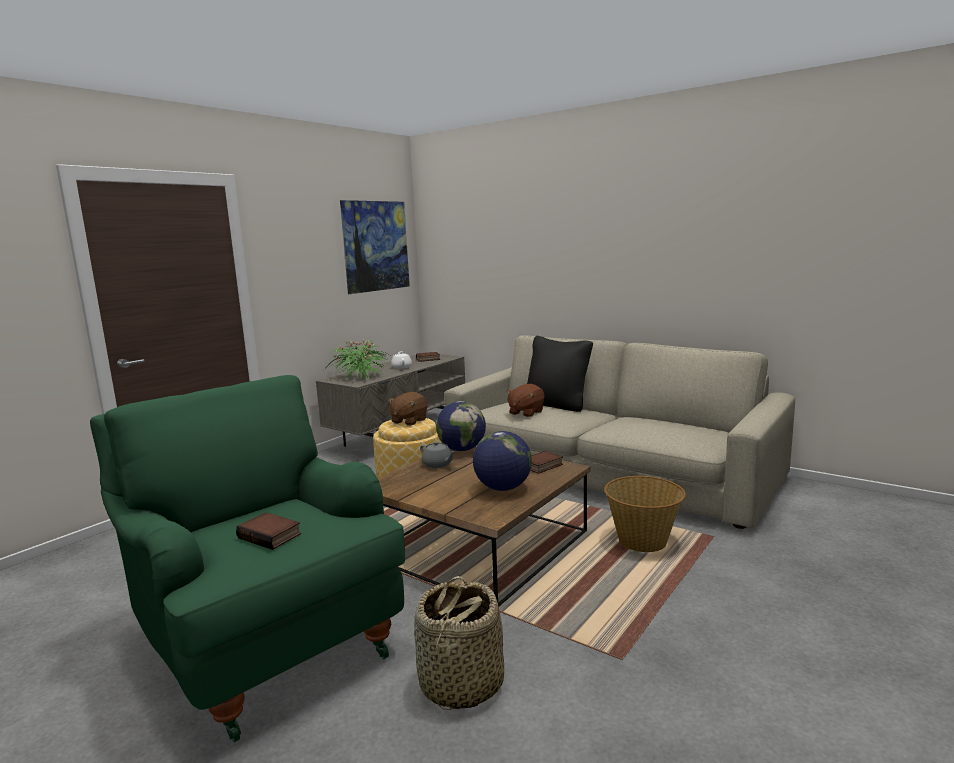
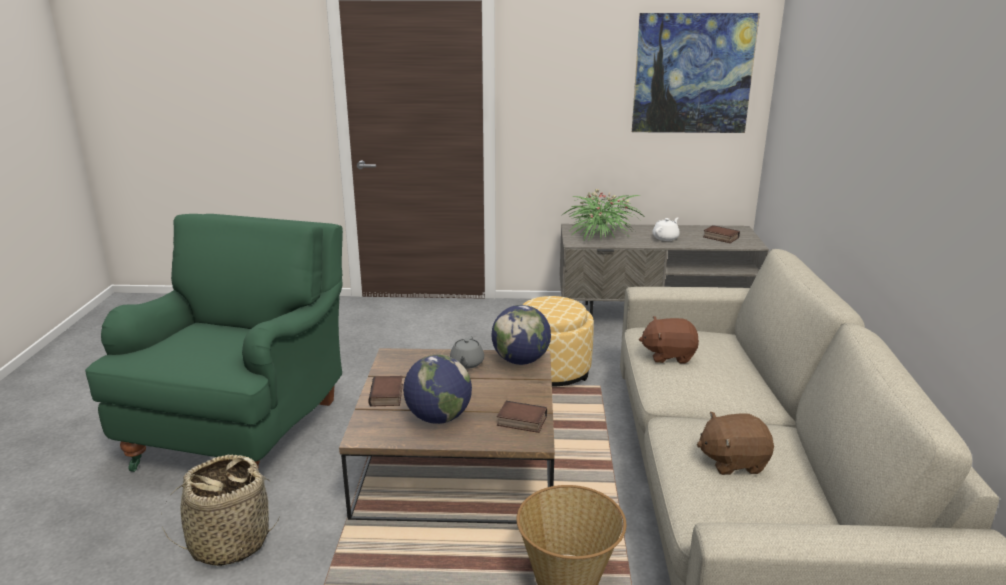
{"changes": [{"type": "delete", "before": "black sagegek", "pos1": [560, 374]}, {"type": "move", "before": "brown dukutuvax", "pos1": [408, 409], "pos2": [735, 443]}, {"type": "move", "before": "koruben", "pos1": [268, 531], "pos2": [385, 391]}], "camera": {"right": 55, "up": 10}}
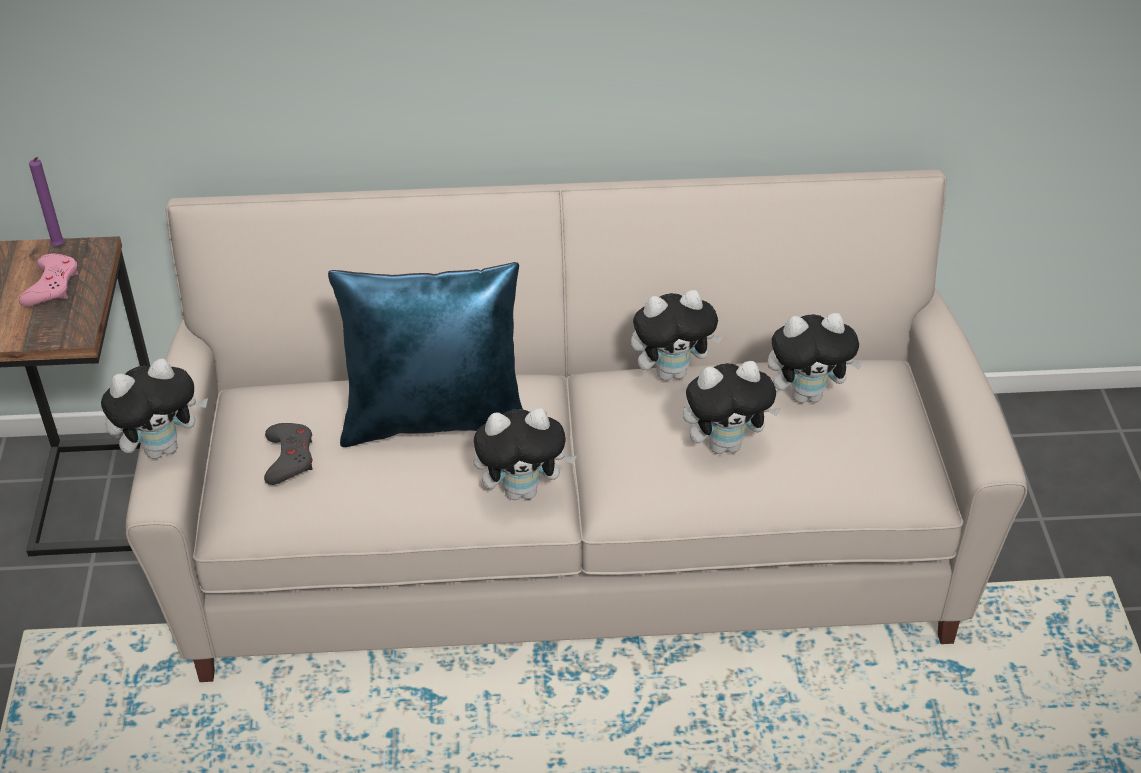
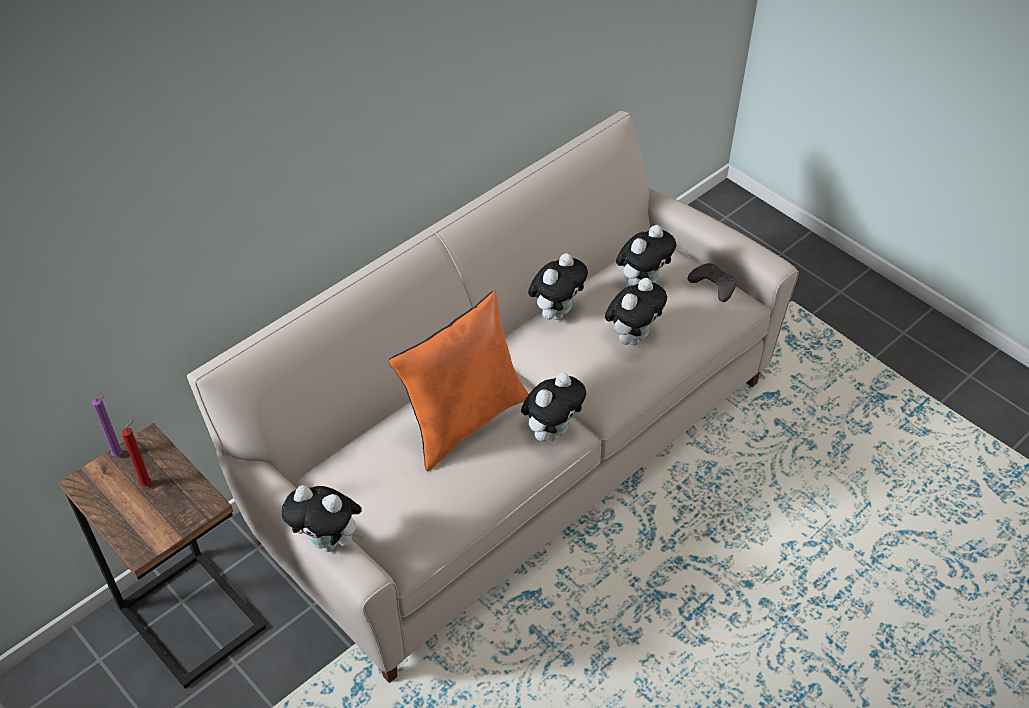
{"changes": [{"type": "replace", "before": "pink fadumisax", "after": "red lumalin", "pos1": [48, 280], "pos2": [136, 453]}, {"type": "recolor", "before": "blue sagegek", "after": "orange sagegek", "pos1": [425, 354], "pos2": [459, 381]}, {"type": "rotate", "before": "dukutuvax", "pos1": [154, 409], "pos2": [322, 518], "turn": 90}, {"type": "move", "before": "grey fadumisax", "pos1": [288, 454], "pos2": [712, 282]}], "camera": {"right": -40, "up": 5}}
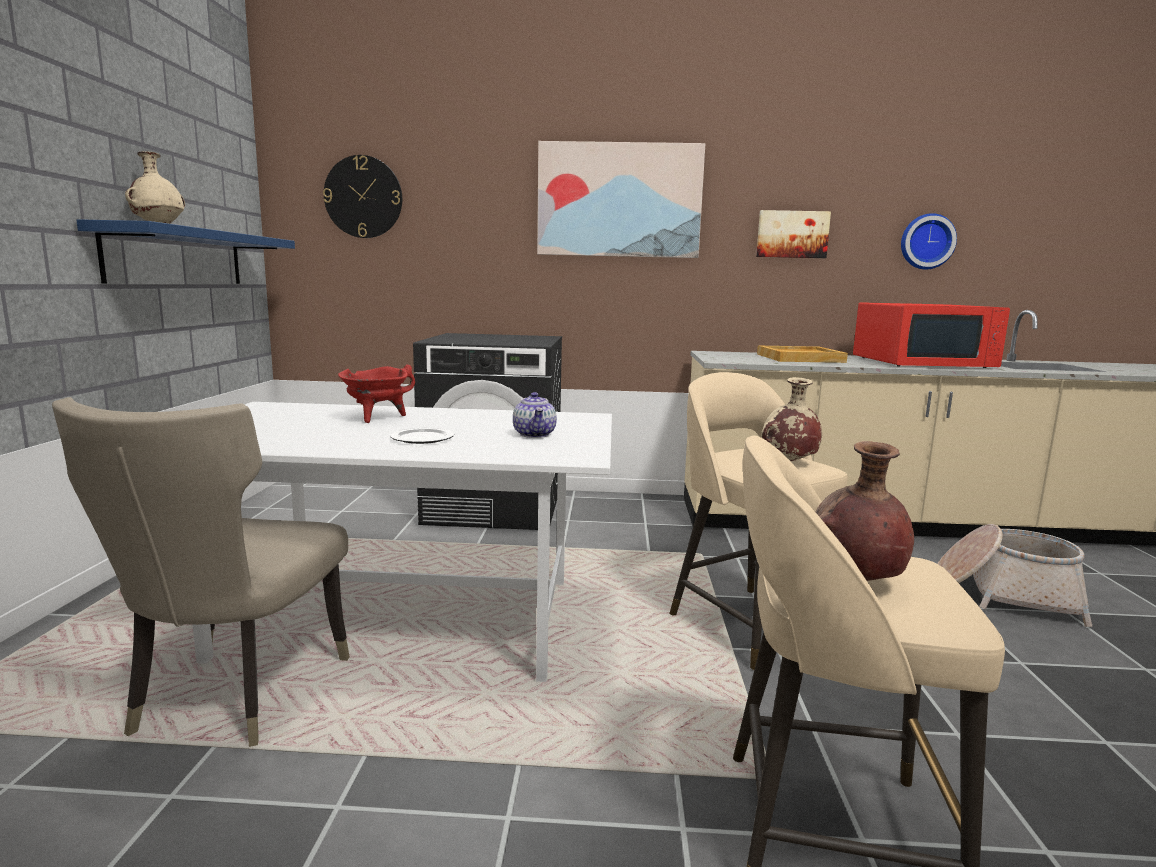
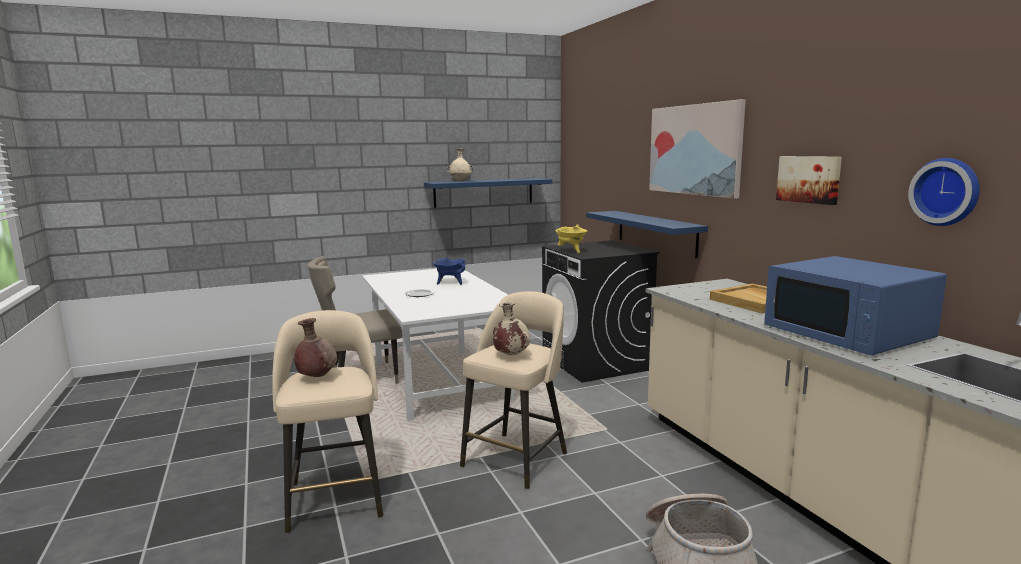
{"changes": [{"type": "delete", "before": "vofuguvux", "pos1": [362, 196]}, {"type": "recolor", "before": "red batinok", "after": "blue batinok", "pos1": [931, 335], "pos2": [855, 306]}, {"type": "recolor", "before": "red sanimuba", "after": "blue sanimuba", "pos1": [376, 394], "pos2": [448, 271]}, {"type": "delete", "before": "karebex", "pos1": [535, 415]}, {"type": "insert", "after": "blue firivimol", "pos2": [647, 234]}, {"type": "insert", "after": "yellow sanimuba", "pos2": [571, 238]}], "camera": {"right": 65, "up": 0}}
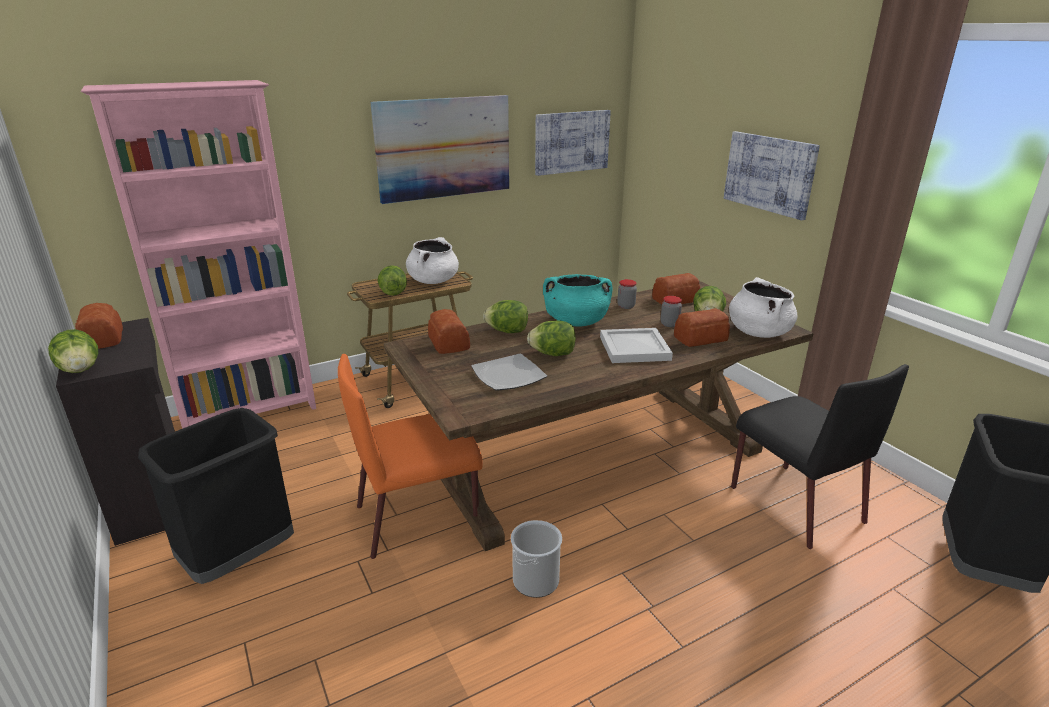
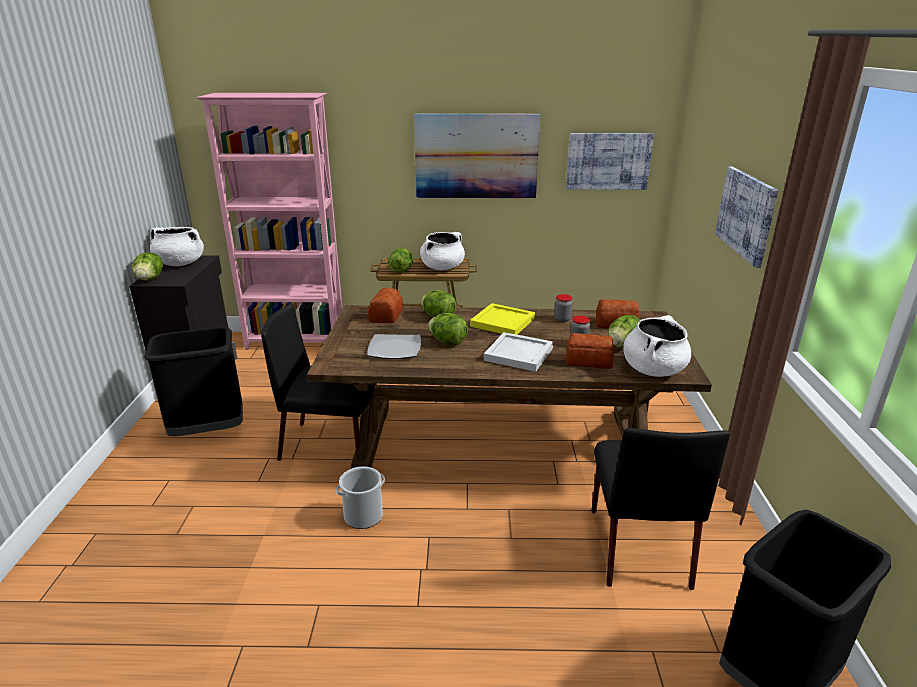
{"changes": [{"type": "replace", "before": "turquoise sanimuba", "after": "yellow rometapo", "pos1": [577, 300], "pos2": [502, 318]}, {"type": "replace", "before": "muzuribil", "after": "white sanimuba", "pos1": [99, 326], "pos2": [177, 246]}, {"type": "recolor", "before": "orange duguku", "after": "black duguku", "pos1": [410, 456], "pos2": [319, 382]}], "camera": {"right": 30, "up": 0}}
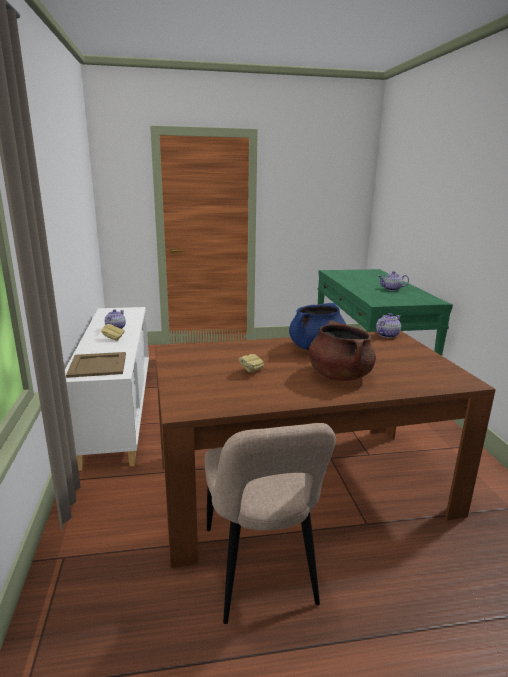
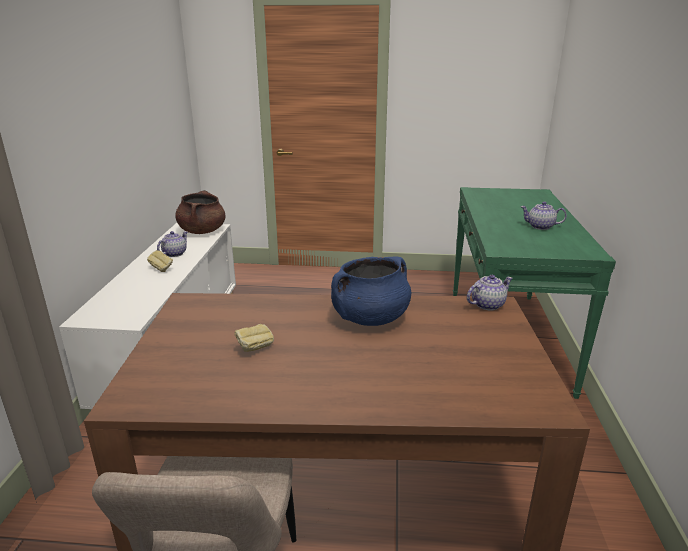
{"changes": [{"type": "move", "before": "brown sanimuba", "pos1": [342, 350], "pos2": [200, 212]}, {"type": "delete", "before": "beige rometapo", "pos1": [96, 365]}], "camera": {"right": 15, "up": 5}}
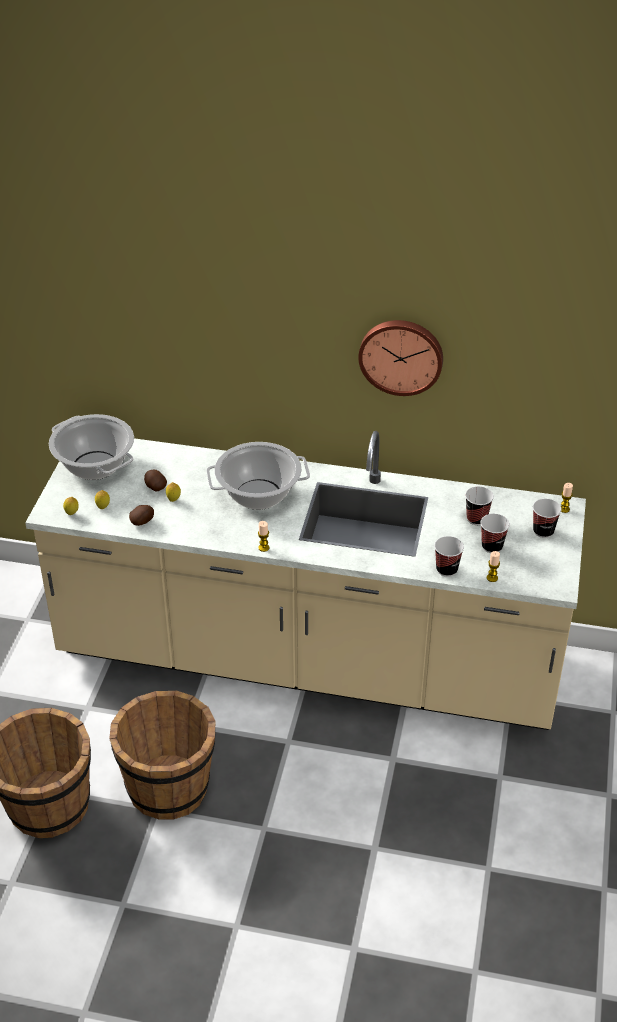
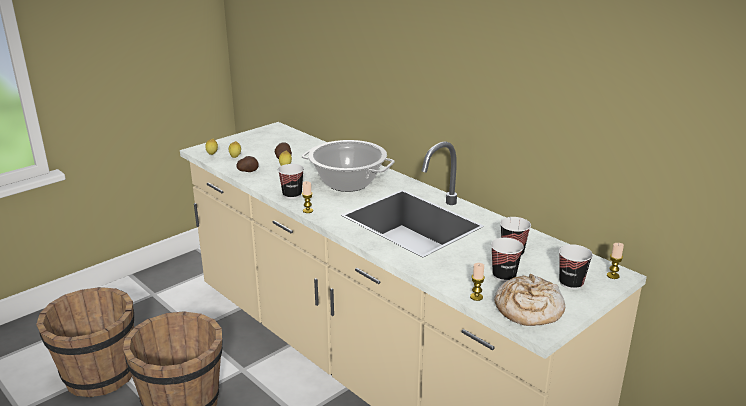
{"changes": [{"type": "delete", "before": "vofuguvux", "pos1": [400, 358]}, {"type": "delete", "before": "sanimuba", "pos1": [91, 447]}, {"type": "move", "before": "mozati", "pos1": [449, 556], "pos2": [291, 181]}, {"type": "insert", "after": "muzuribil", "pos2": [529, 300]}], "camera": {"right": 35, "up": -15}}
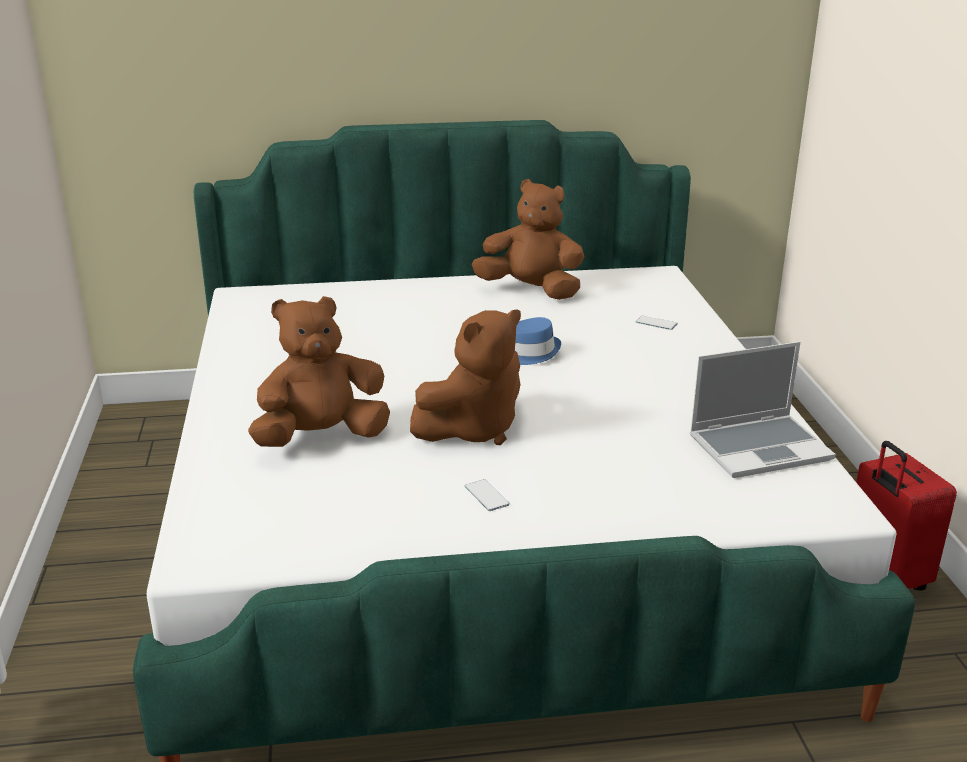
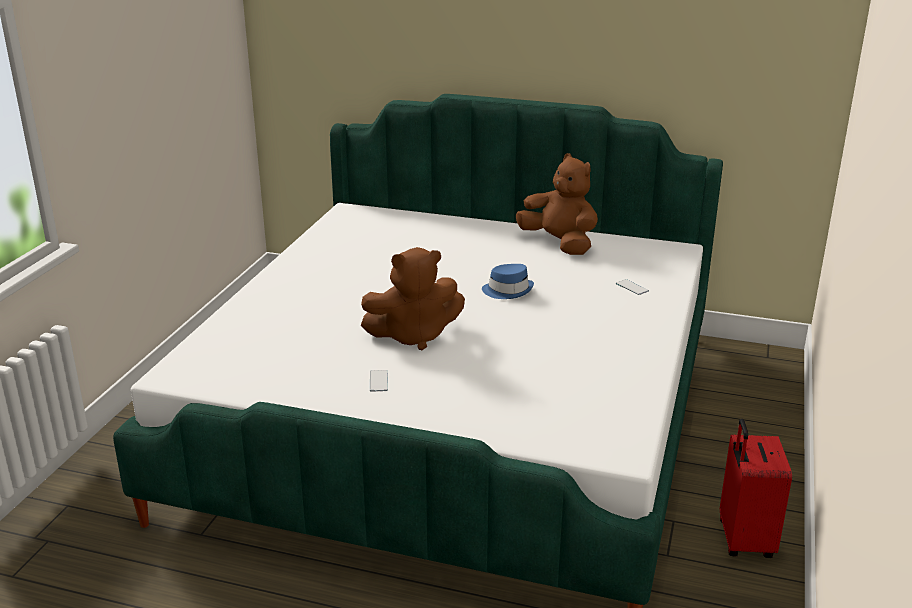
{"changes": [{"type": "delete", "before": "brown dukutuvax", "pos1": [319, 371]}, {"type": "delete", "before": "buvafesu", "pos1": [763, 410]}], "camera": {"right": 25, "up": 0}}
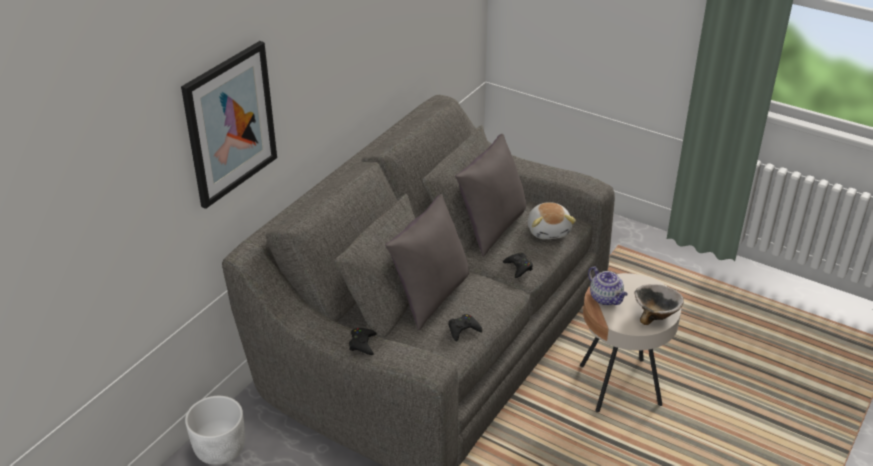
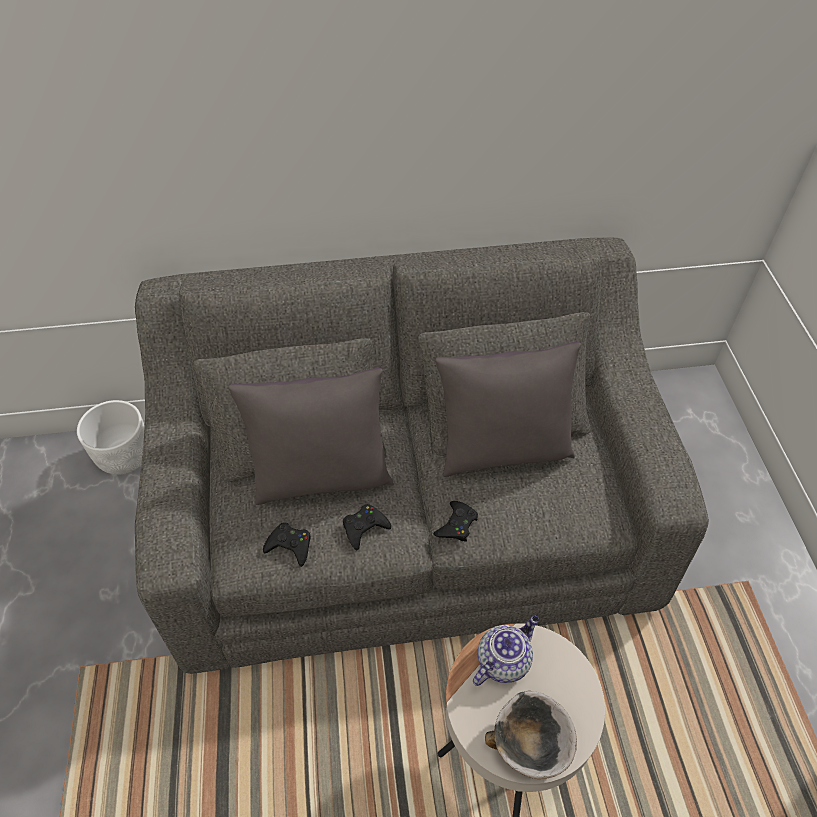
{"changes": [{"type": "delete", "before": "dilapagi", "pos1": [229, 125]}, {"type": "delete", "before": "dukutuvax", "pos1": [552, 220]}, {"type": "rotate", "before": "karebex", "pos1": [608, 285], "pos2": [506, 651], "turn": -150}, {"type": "move", "before": "black fadumisax", "pos1": [363, 341], "pos2": [367, 527]}], "camera": {"right": 50, "up": 15}}
